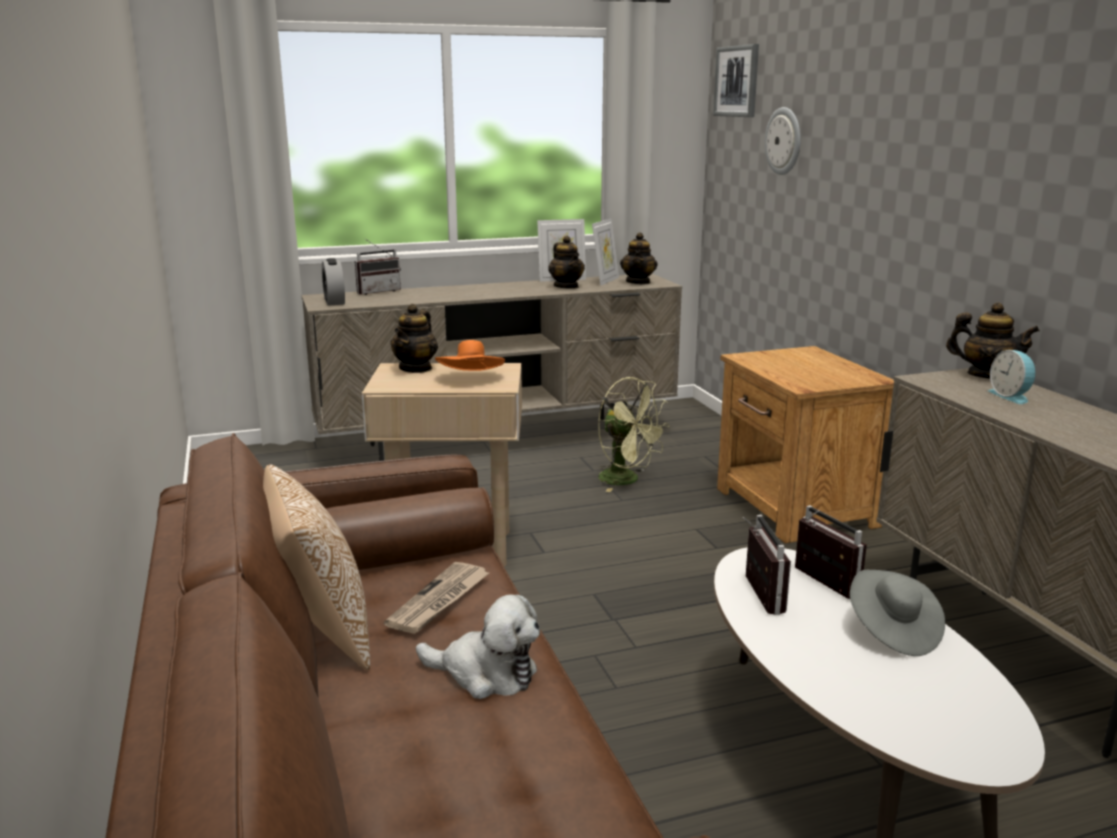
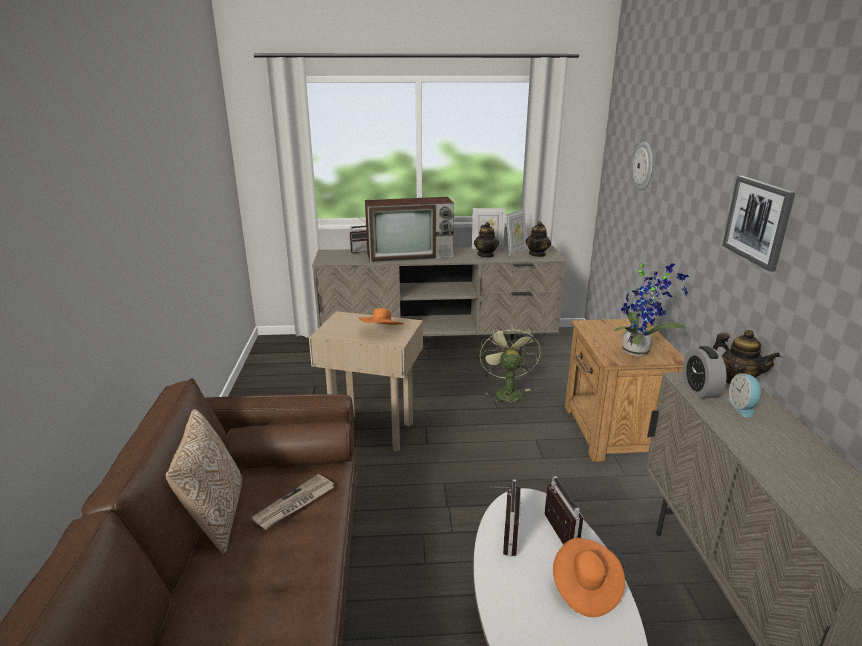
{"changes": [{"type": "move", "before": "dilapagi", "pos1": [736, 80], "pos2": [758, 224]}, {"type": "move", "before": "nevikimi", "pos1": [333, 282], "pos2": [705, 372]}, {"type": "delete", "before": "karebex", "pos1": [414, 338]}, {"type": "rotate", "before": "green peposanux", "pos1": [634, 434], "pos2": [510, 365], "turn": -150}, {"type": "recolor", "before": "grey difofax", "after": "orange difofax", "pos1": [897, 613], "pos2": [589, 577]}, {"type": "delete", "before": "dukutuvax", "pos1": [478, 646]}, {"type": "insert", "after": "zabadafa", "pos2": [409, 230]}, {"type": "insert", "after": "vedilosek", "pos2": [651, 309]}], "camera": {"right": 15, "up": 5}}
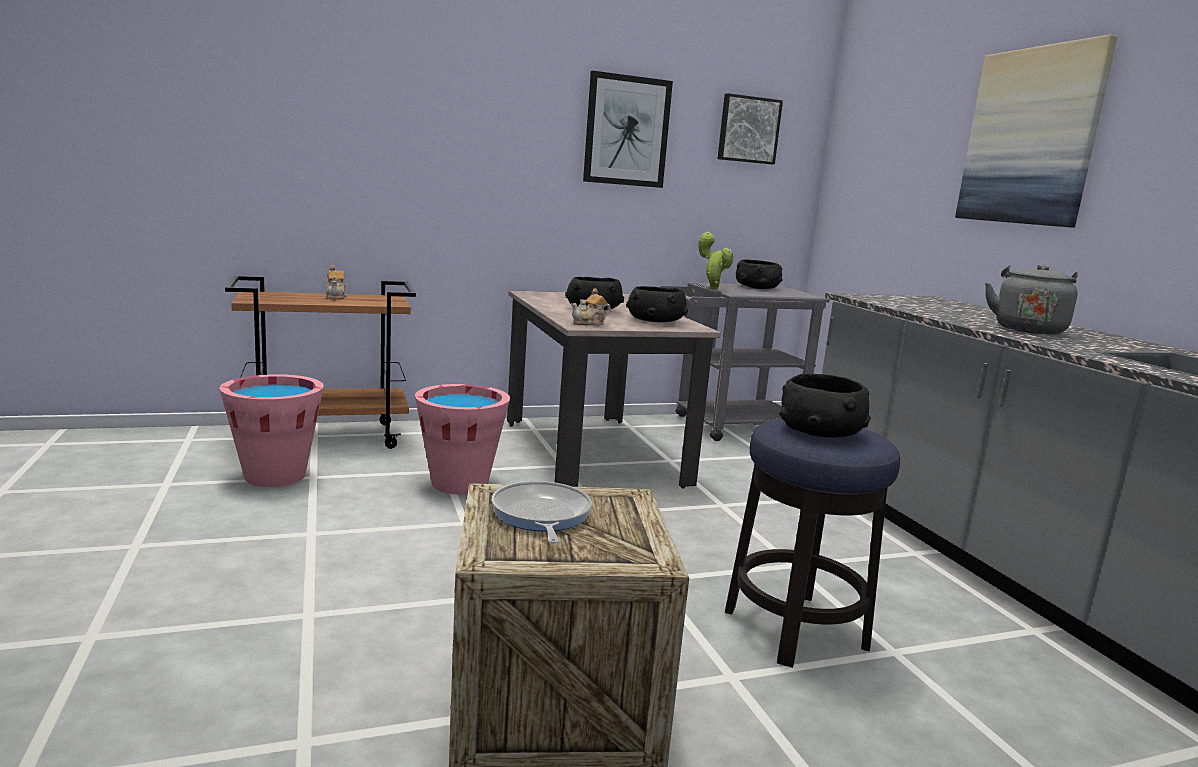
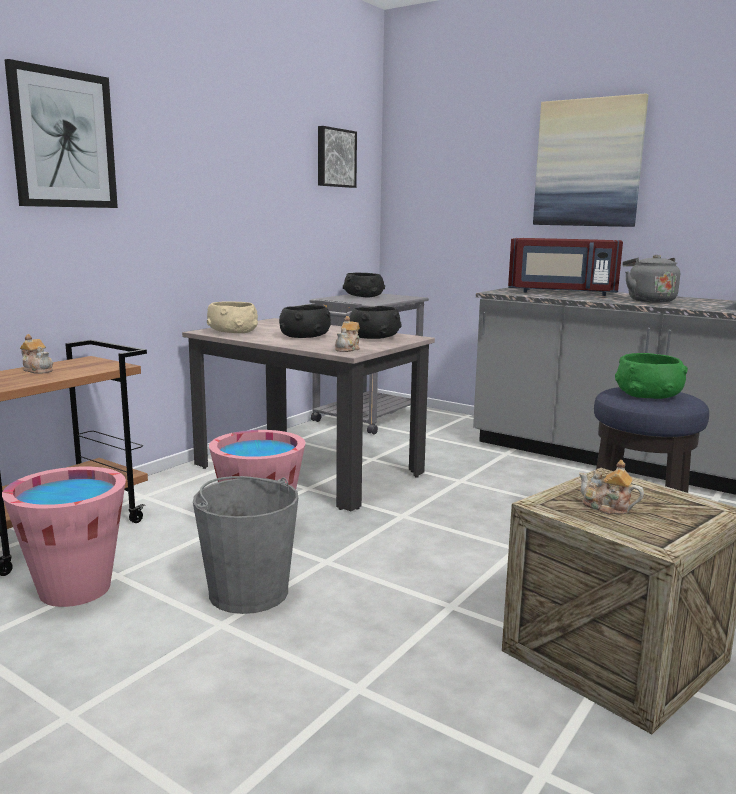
{"changes": [{"type": "move", "before": "dilapagi", "pos1": [628, 129], "pos2": [61, 133]}, {"type": "delete", "before": "vedilosek", "pos1": [715, 261]}, {"type": "recolor", "before": "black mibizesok", "after": "green mibizesok", "pos1": [825, 405], "pos2": [651, 376]}, {"type": "replace", "before": "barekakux", "after": "karebex", "pos1": [541, 512], "pos2": [611, 487]}, {"type": "insert", "after": "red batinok", "pos2": [565, 267]}, {"type": "insert", "after": "beige mibizesok", "pos2": [232, 317]}, {"type": "insert", "after": "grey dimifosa", "pos2": [246, 545]}], "camera": {"right": -35, "up": 0}}
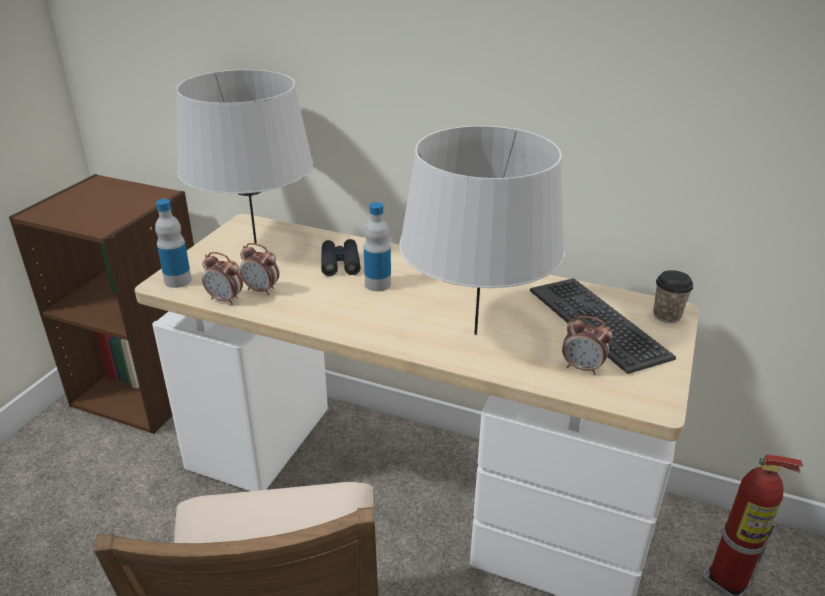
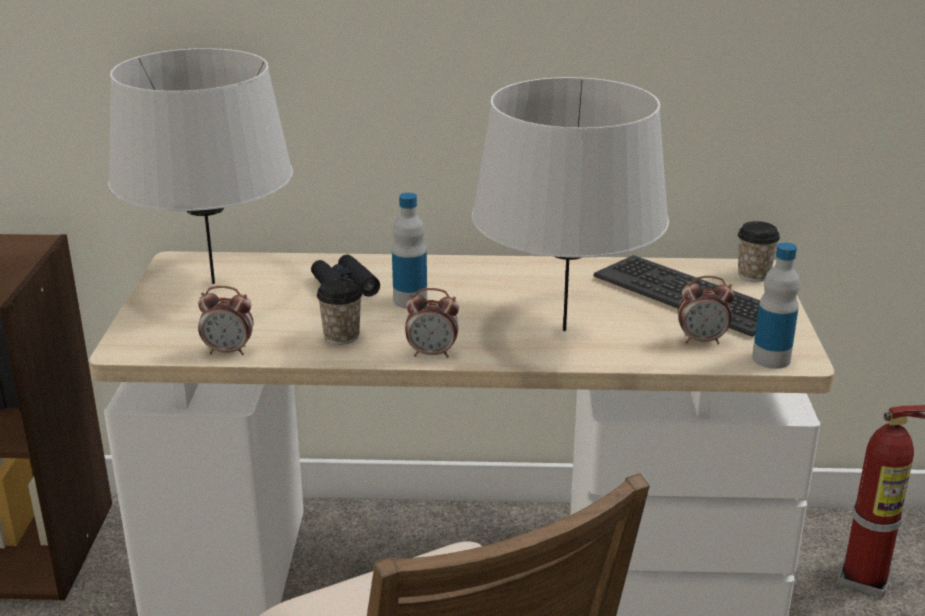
{"changes": [{"type": "move", "before": "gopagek", "pos1": [173, 243], "pos2": [776, 305]}, {"type": "move", "before": "nevikimi", "pos1": [259, 269], "pos2": [432, 323]}, {"type": "insert", "after": "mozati", "pos2": [339, 311]}], "camera": {"right": -20, "up": -5}}
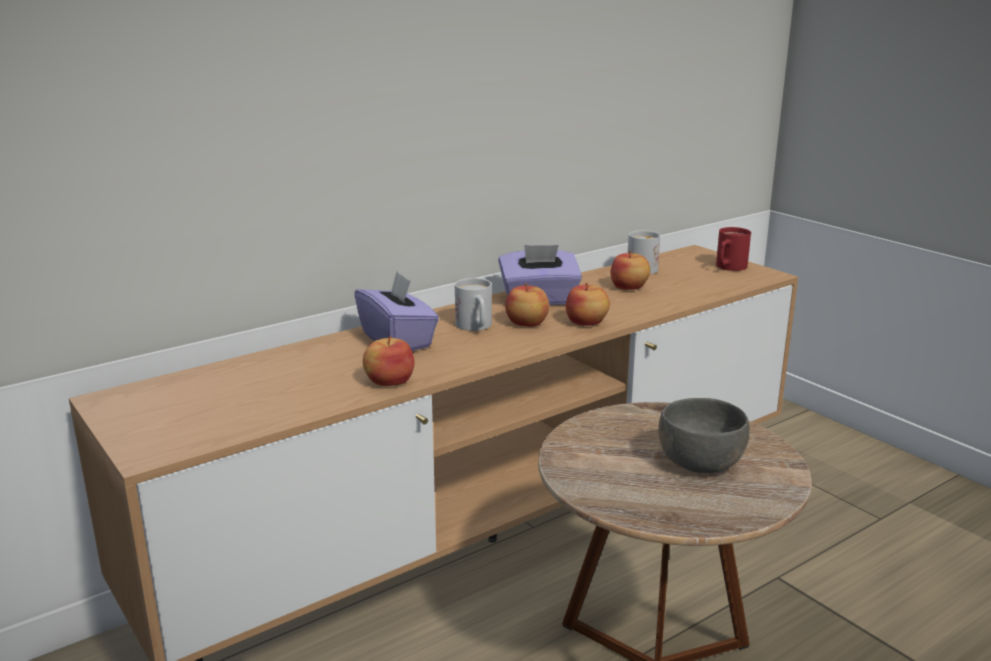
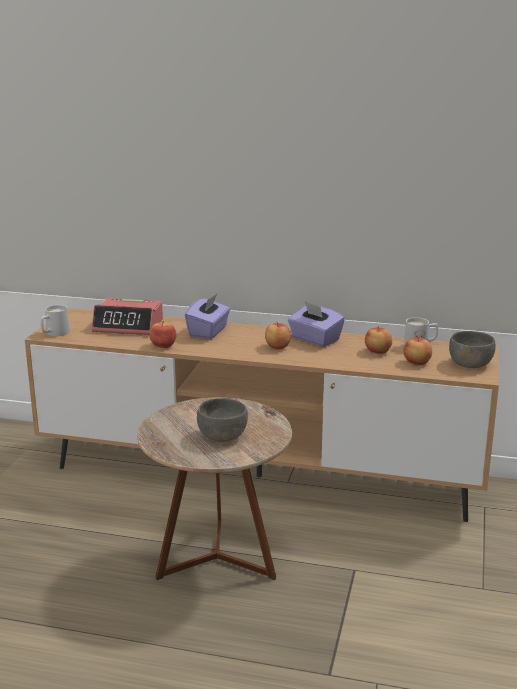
{"changes": [{"type": "replace", "before": "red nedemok", "after": "grey mibizesok", "pos1": [733, 249], "pos2": [472, 349]}, {"type": "move", "before": "white nedemok", "pos1": [473, 304], "pos2": [54, 320]}, {"type": "move", "before": "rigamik", "pos1": [588, 304], "pos2": [418, 350]}, {"type": "insert", "after": "nevikimi", "pos2": [127, 316]}], "camera": {"right": 50, "up": 0}}
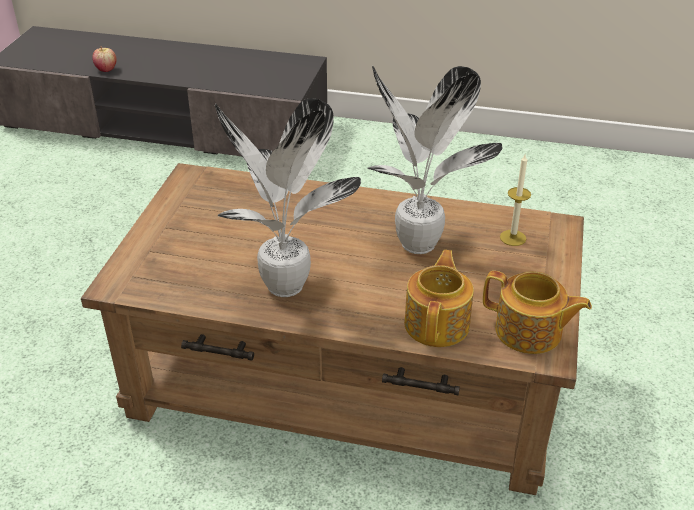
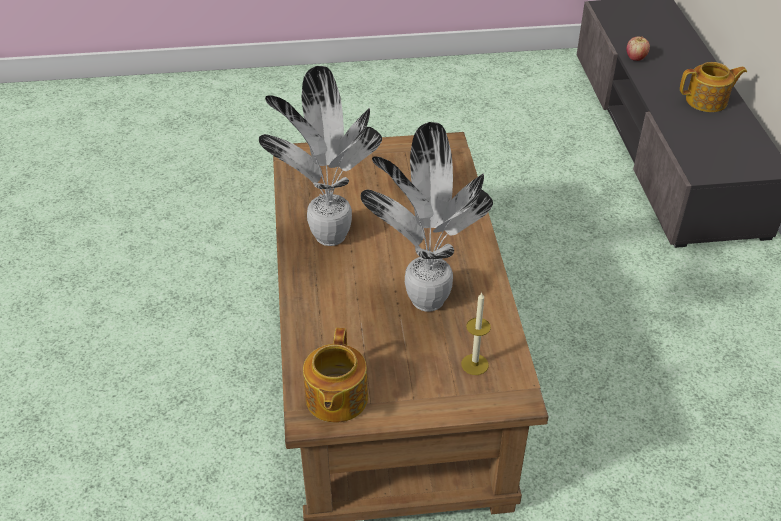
{"changes": [{"type": "move", "before": "karebex", "pos1": [439, 298], "pos2": [713, 87]}], "camera": {"right": 70, "up": 5}}
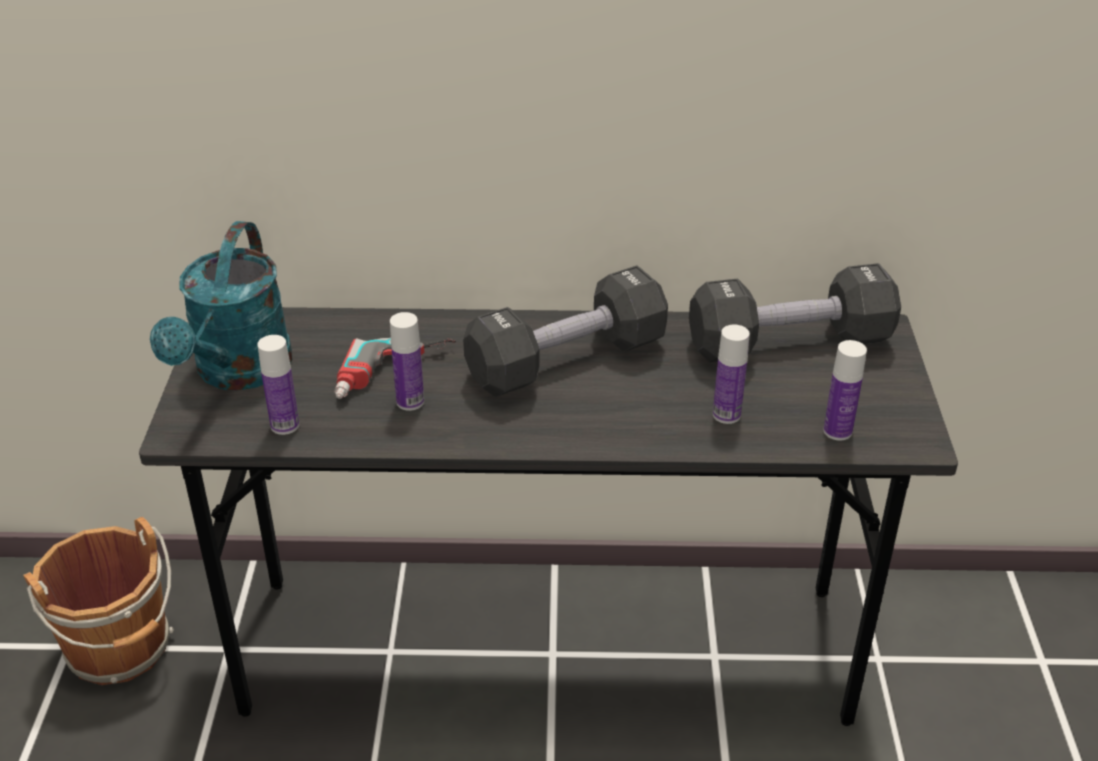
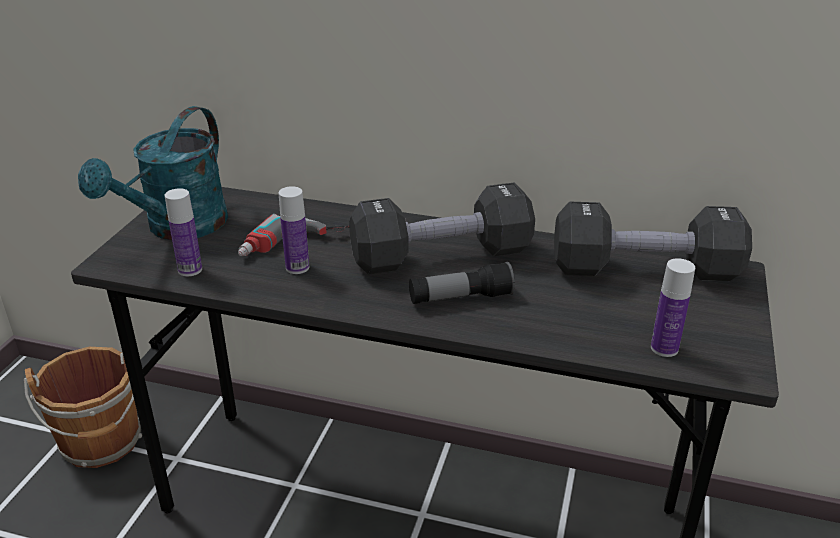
{"changes": [{"type": "delete", "before": "gopagek", "pos1": [731, 374]}, {"type": "insert", "after": "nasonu", "pos2": [462, 282]}], "camera": {"right": 15, "up": -5}}
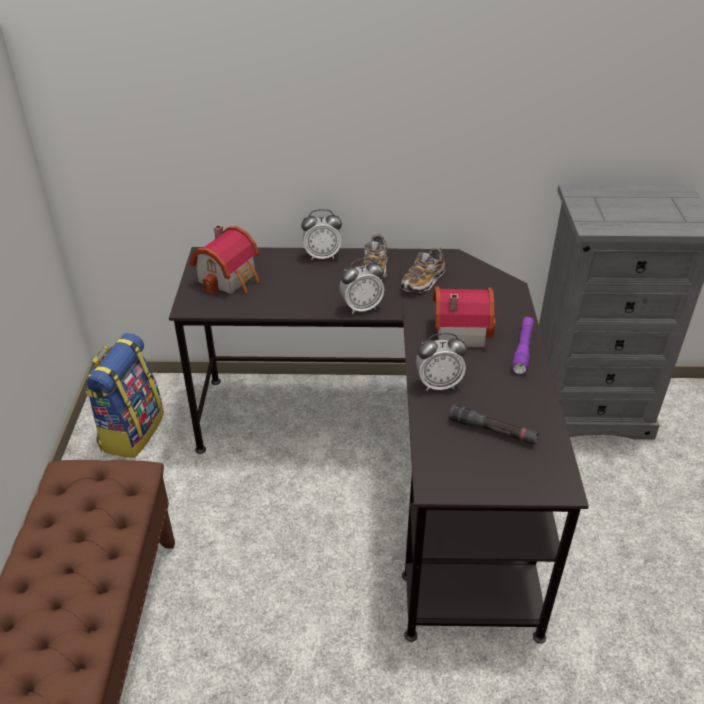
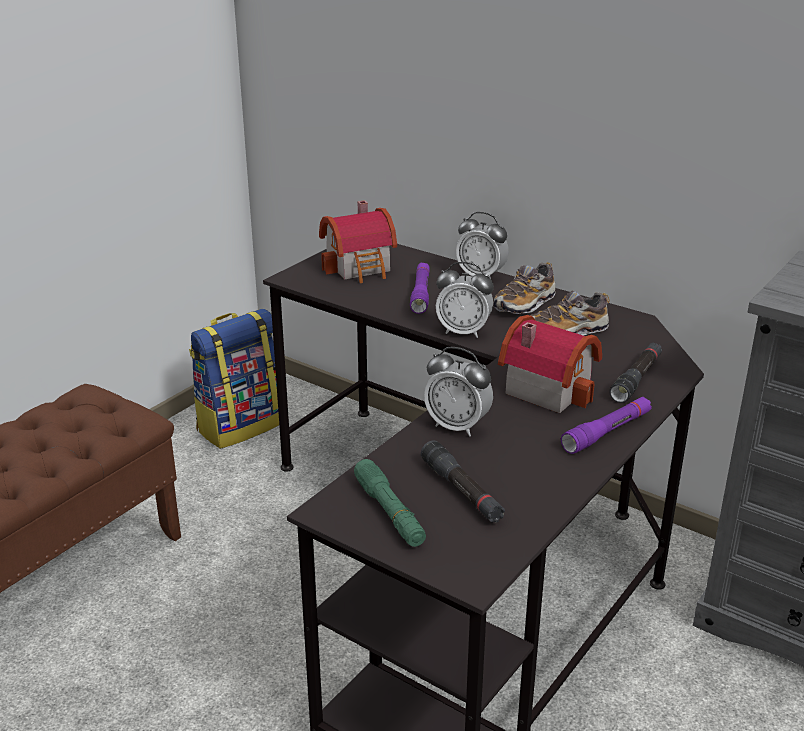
{"changes": [{"type": "insert", "after": "purple nasonu", "pos2": [420, 288]}, {"type": "insert", "after": "black nasonu", "pos2": [636, 372]}, {"type": "insert", "after": "green nasonu", "pos2": [390, 503]}], "camera": {"right": 35, "up": -10}}
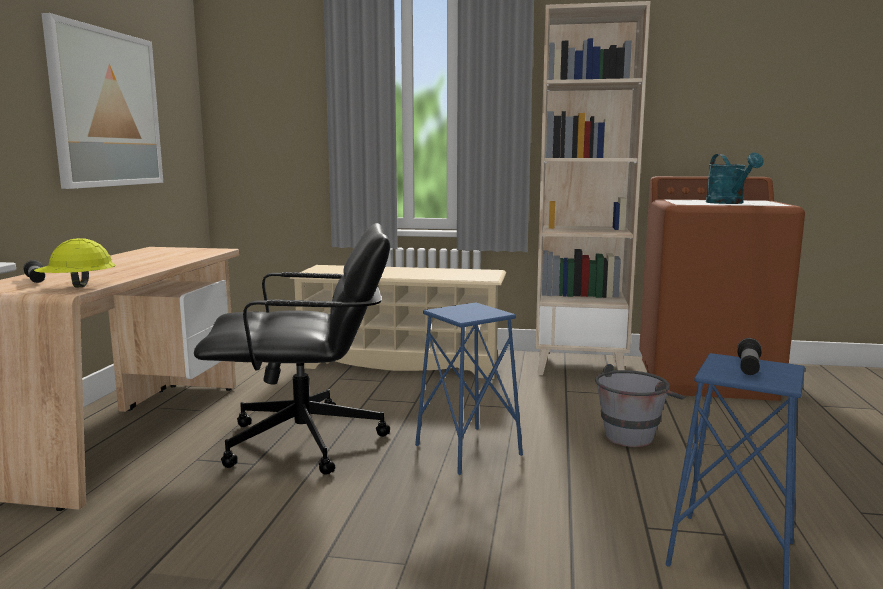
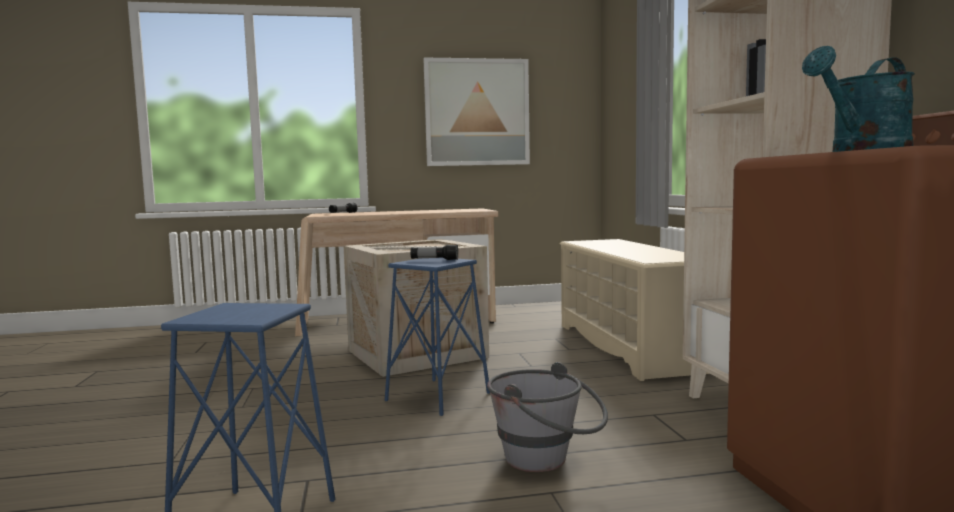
{"changes": [{"type": "replace", "before": "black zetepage", "after": "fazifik", "pos1": [292, 349], "pos2": [416, 308]}, {"type": "delete", "before": "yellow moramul", "pos1": [74, 263]}, {"type": "move", "before": "nasonu", "pos1": [749, 356], "pos2": [434, 252]}], "camera": {"right": 70, "up": -5}}
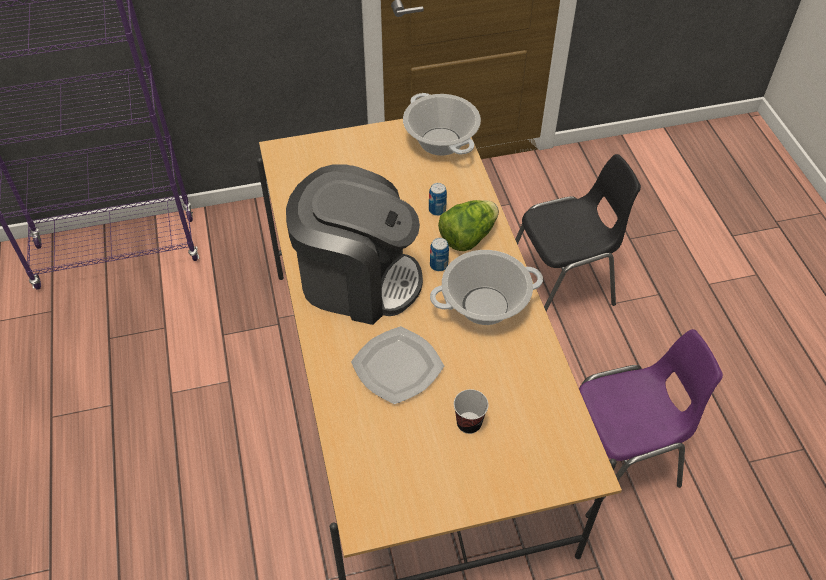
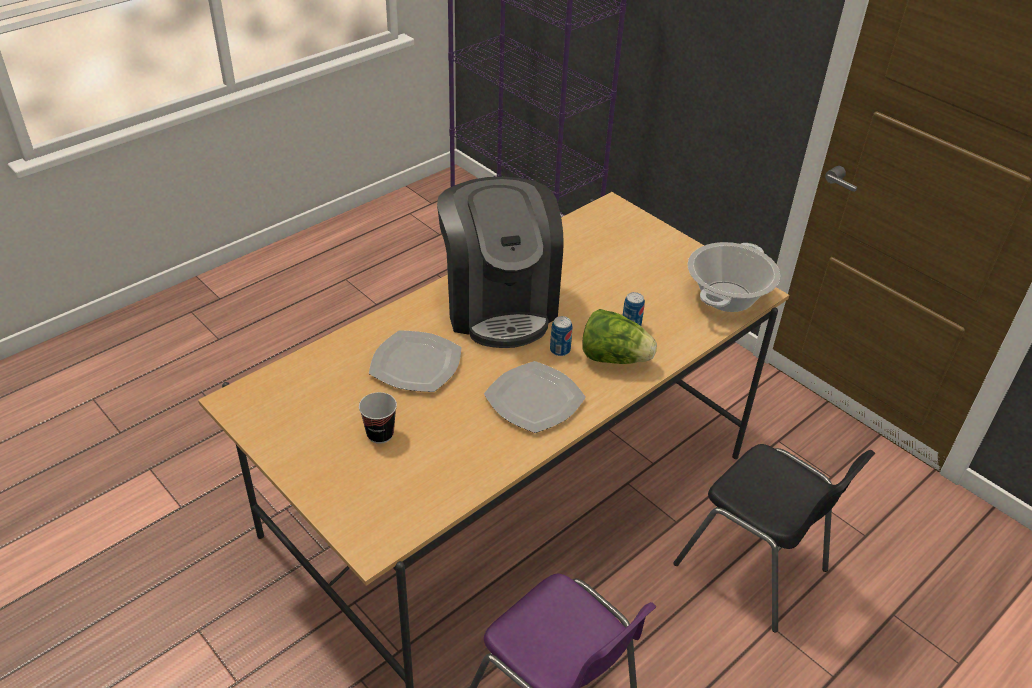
{"changes": [{"type": "replace", "before": "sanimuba", "after": "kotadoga", "pos1": [486, 287], "pos2": [535, 397]}], "camera": {"right": 60, "up": -10}}
